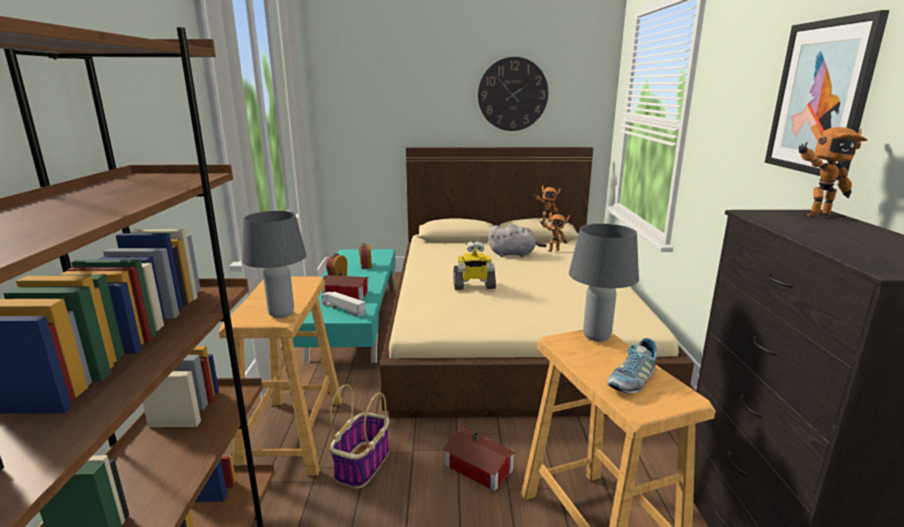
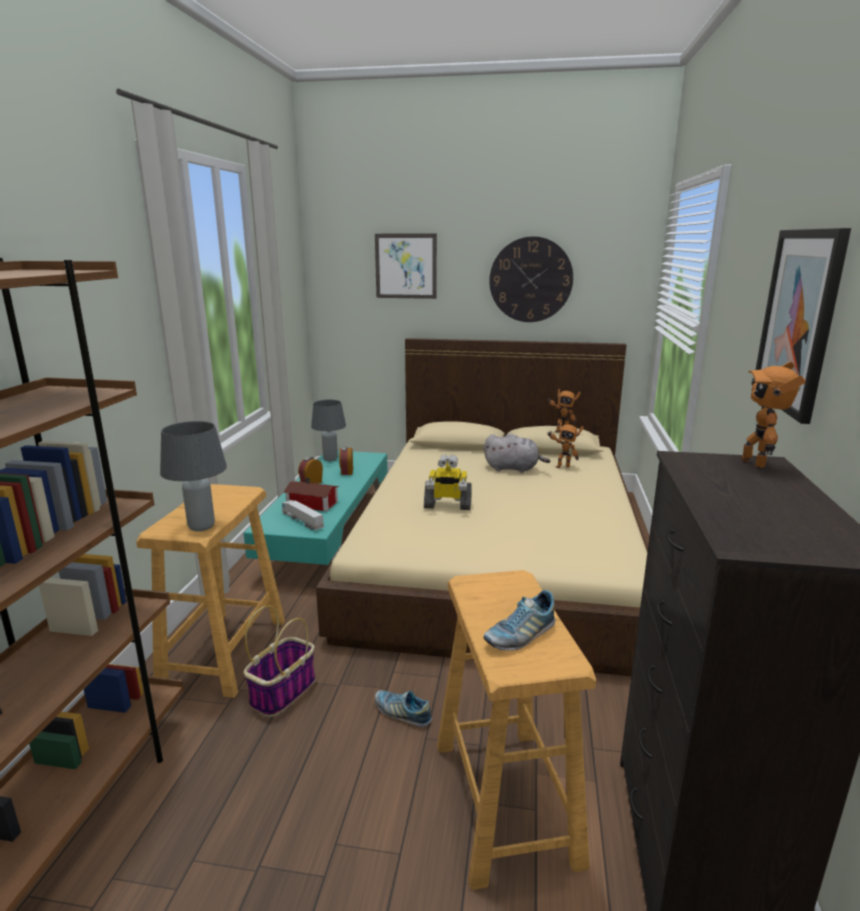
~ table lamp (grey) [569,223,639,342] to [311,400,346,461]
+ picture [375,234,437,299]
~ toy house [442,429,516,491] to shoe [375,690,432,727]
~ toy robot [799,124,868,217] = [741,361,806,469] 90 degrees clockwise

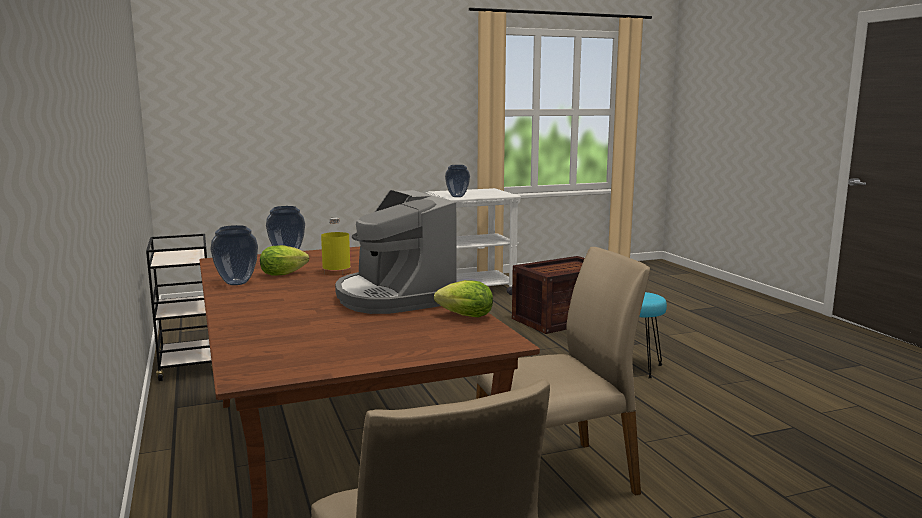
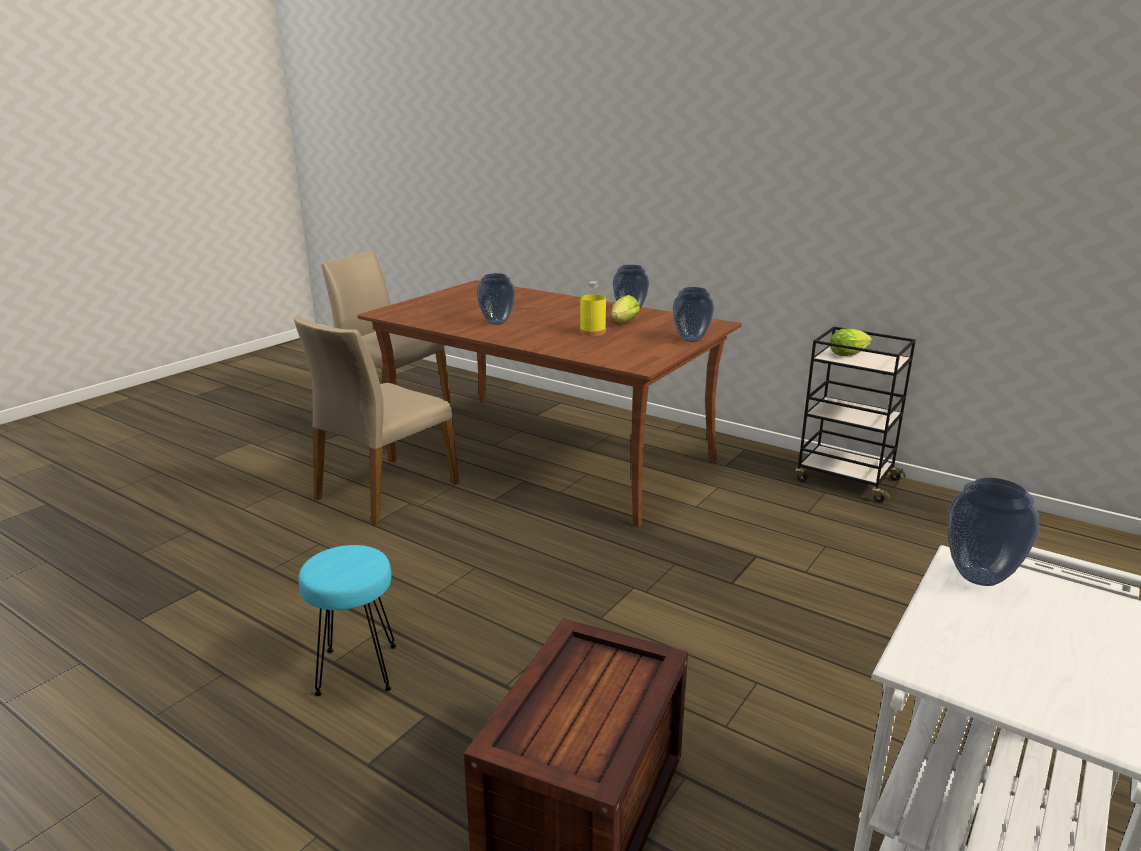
~ coffee machine [335,190,457,314] to vase [477,273,515,325]
~ lettuce [434,280,493,317] to [830,329,872,356]

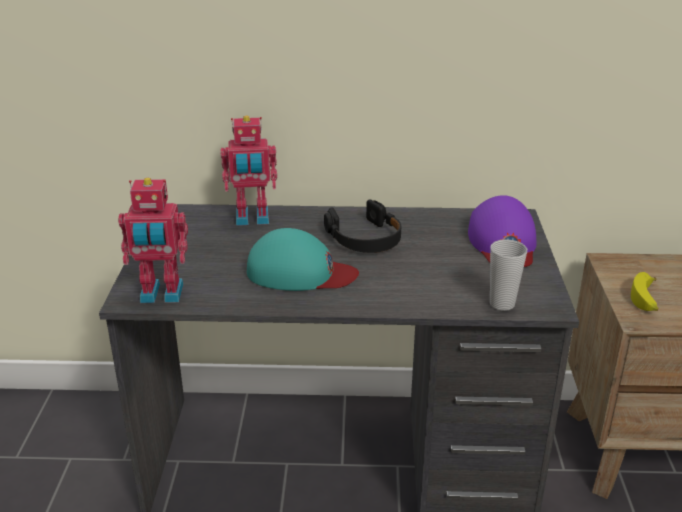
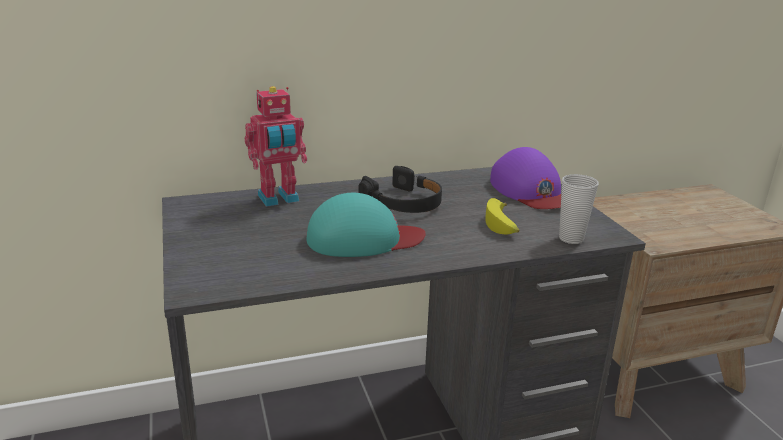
~ banana [631,272,658,311] to [485,198,519,234]
- toy robot [118,178,188,303]

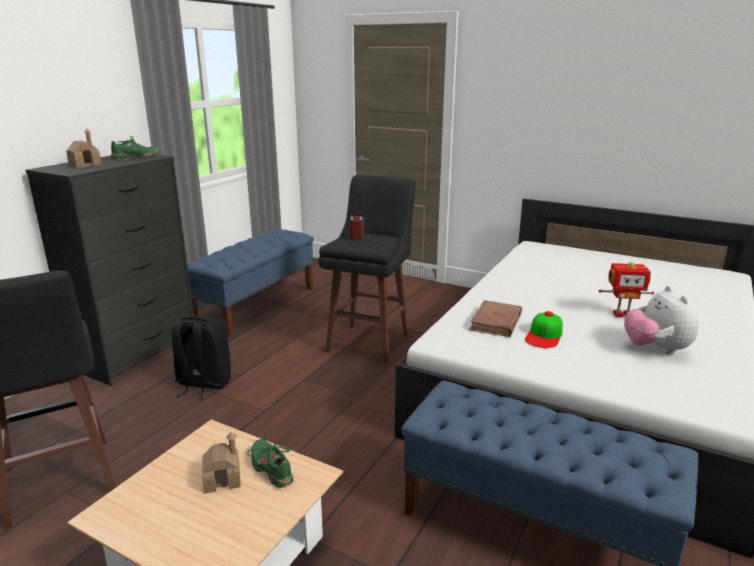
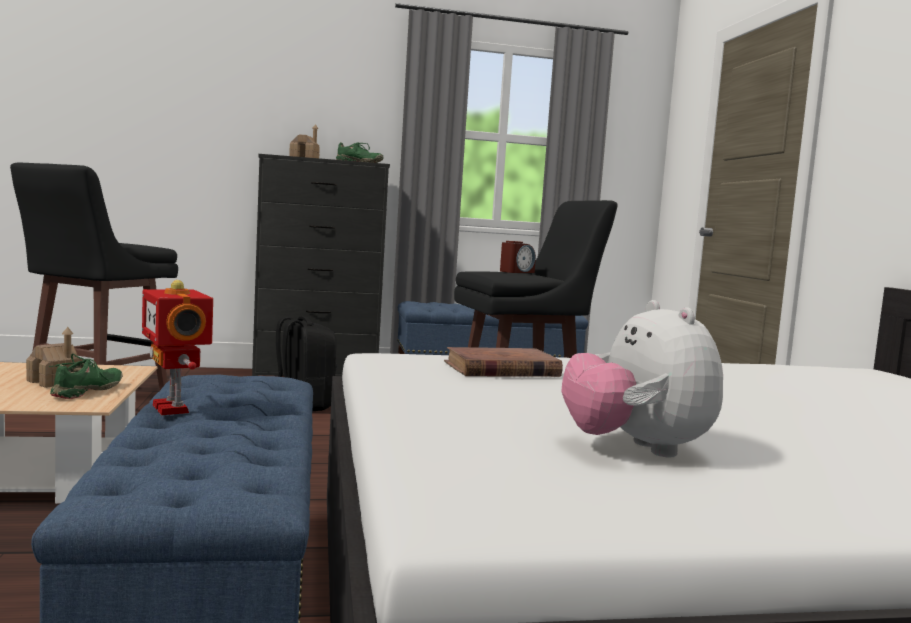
~ toy robot [599,262,654,317] to [142,280,213,415]
~ plush toy [624,286,699,354] = [561,300,723,457] 60 degrees counterclockwise
- cap [525,311,563,348]

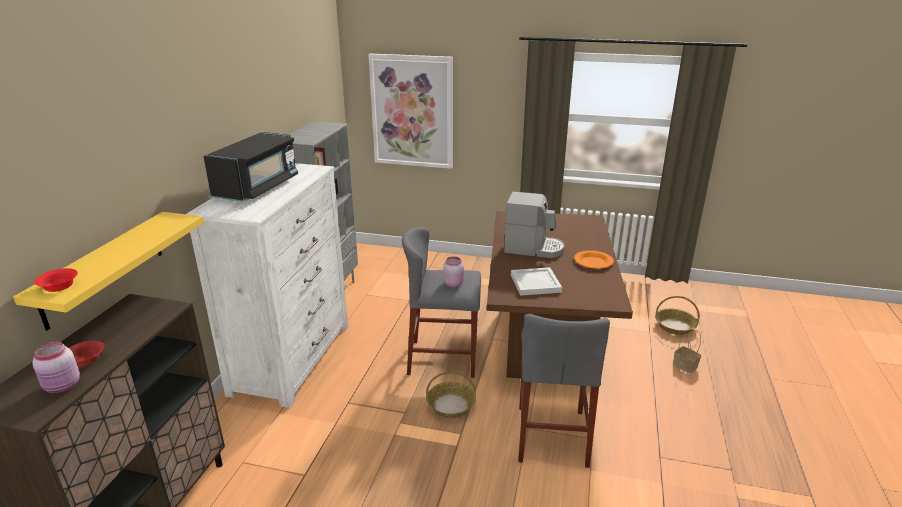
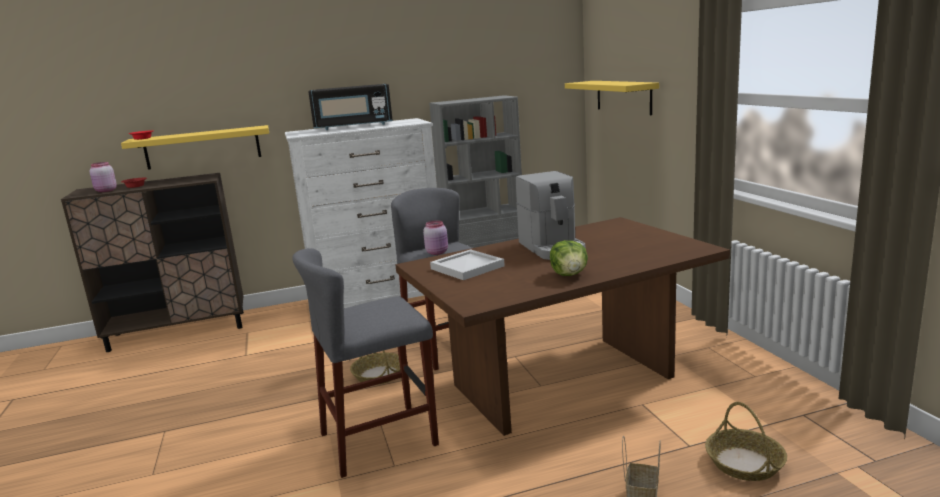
~ plate (orange) [574,250,614,269] to lettuce [550,240,588,276]
~ picture [368,53,453,169] to shelf (yellow) [565,81,659,115]

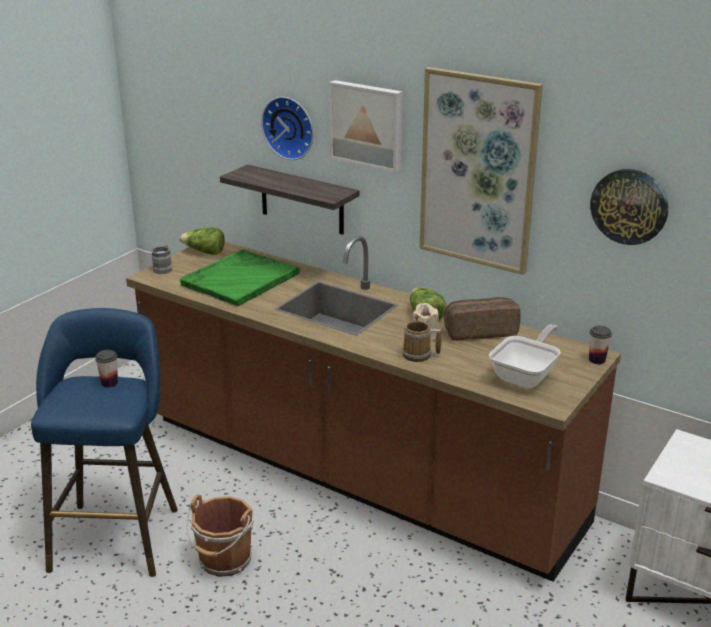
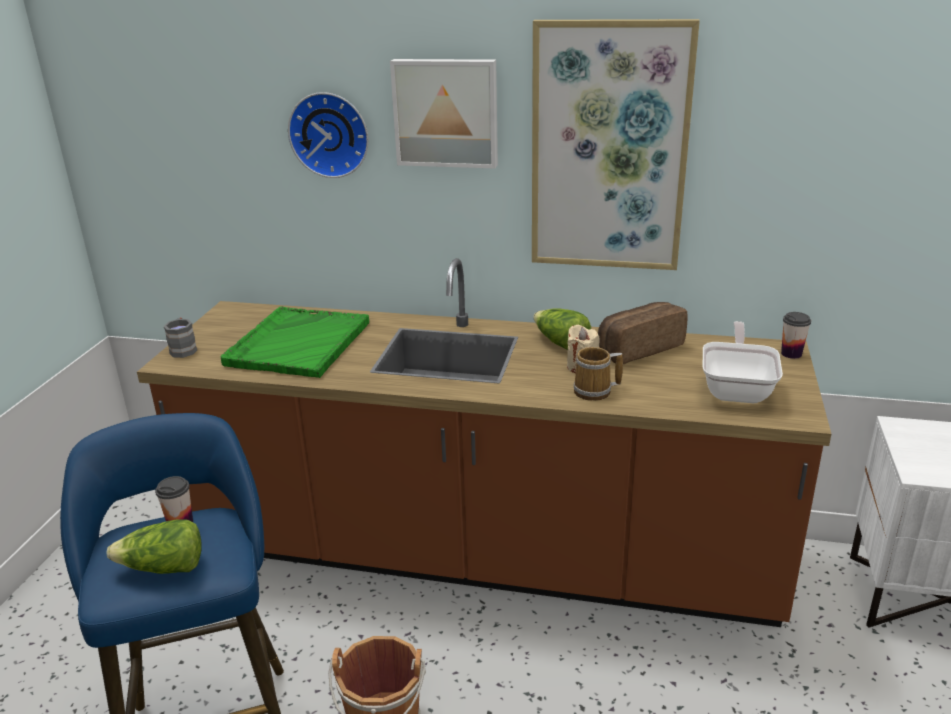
~ lettuce [179,228,225,255] to [107,519,202,574]
- shelf [220,165,360,235]
- wall clock [590,169,668,245]

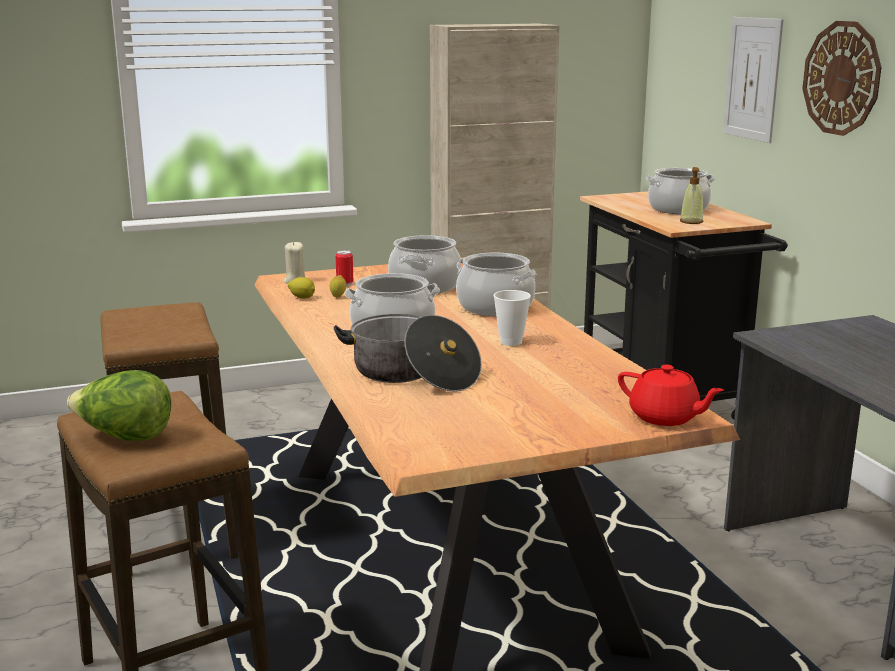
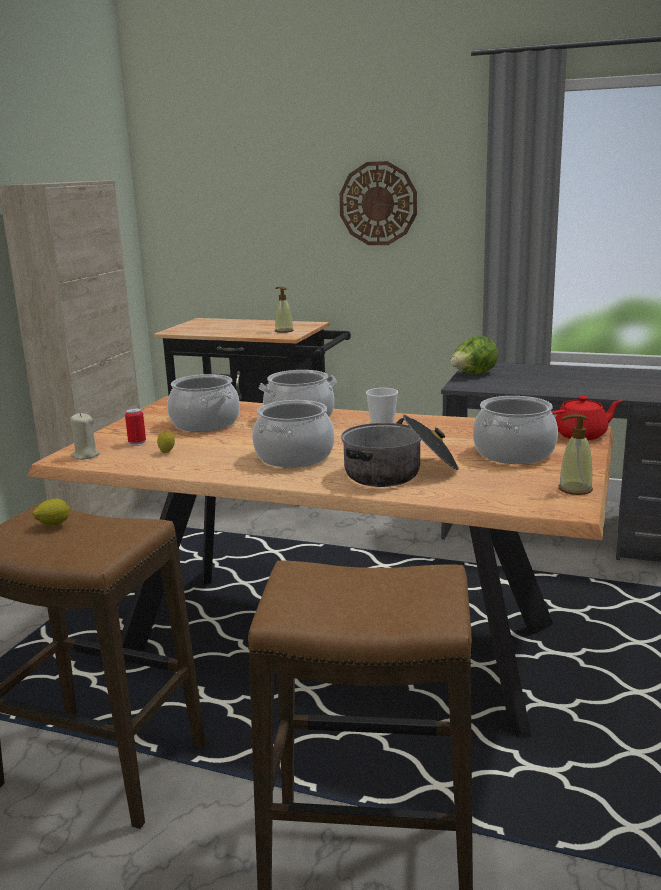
~ lemon [288,277,315,299] to [33,498,71,526]
~ lettuce [67,370,171,441] to [450,336,498,374]
~ cooking pot [646,168,715,214] to [473,396,558,464]
+ soap dispenser [559,414,593,495]
- picture [723,17,784,143]

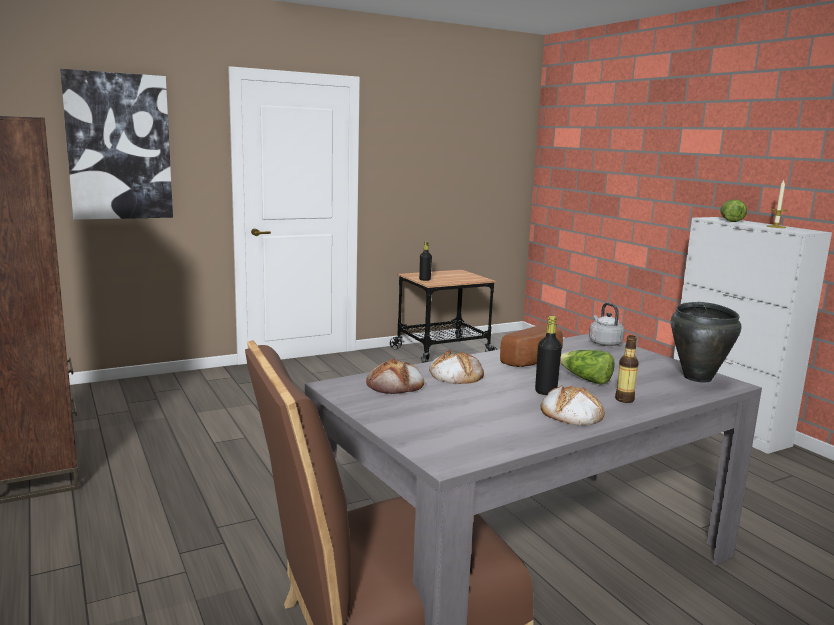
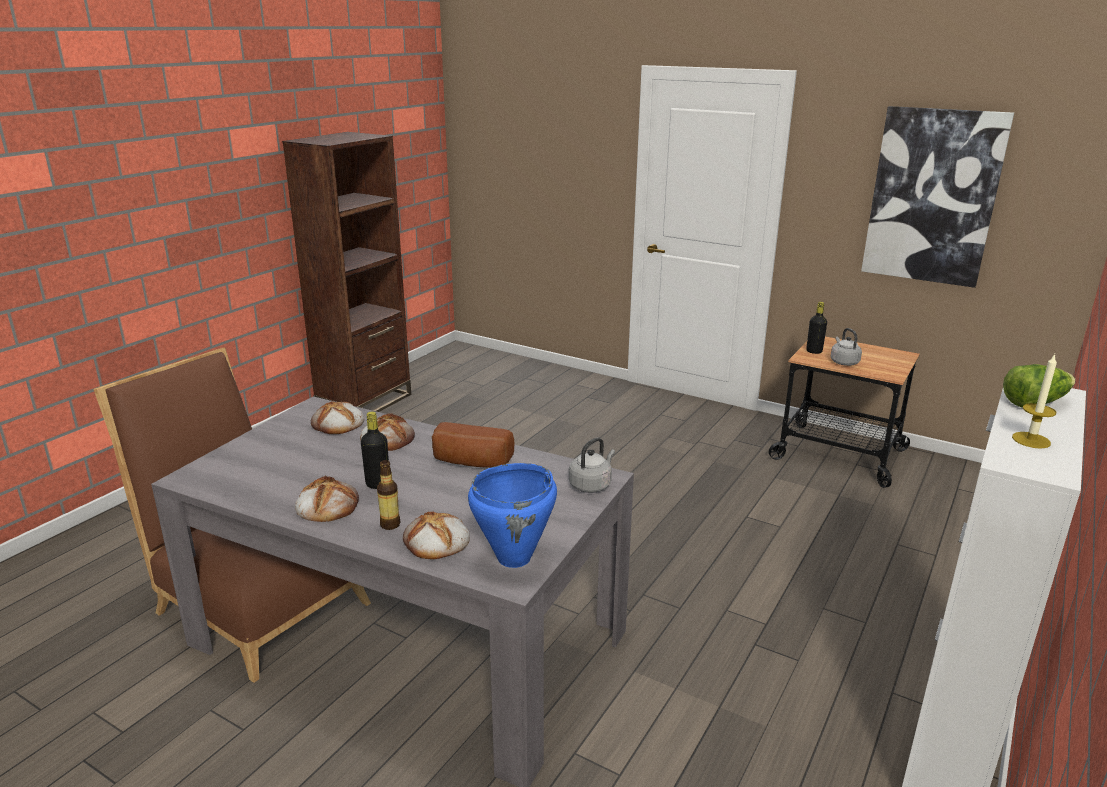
+ bread [403,511,470,560]
~ cooking pot (black) [671,302,742,382] to cooking pot (blue) [468,463,557,568]
+ kettle (grey) [831,328,862,366]
~ picture [60,69,173,220] to [861,106,1014,288]
- lettuce [560,350,615,385]

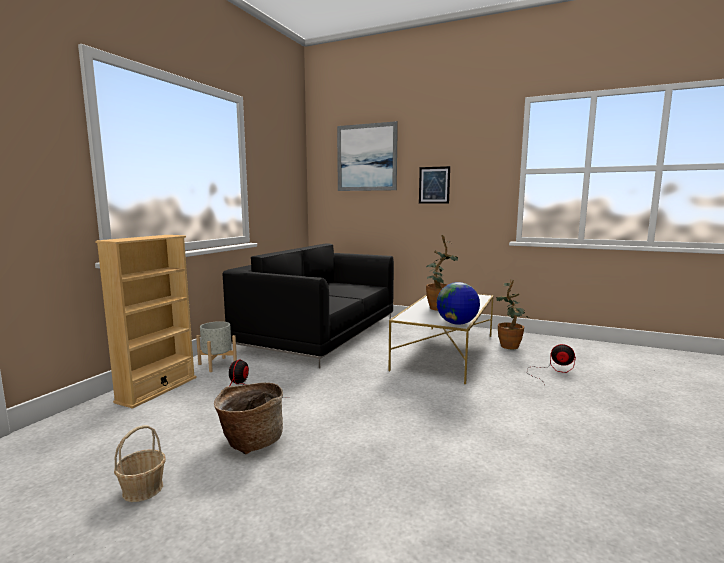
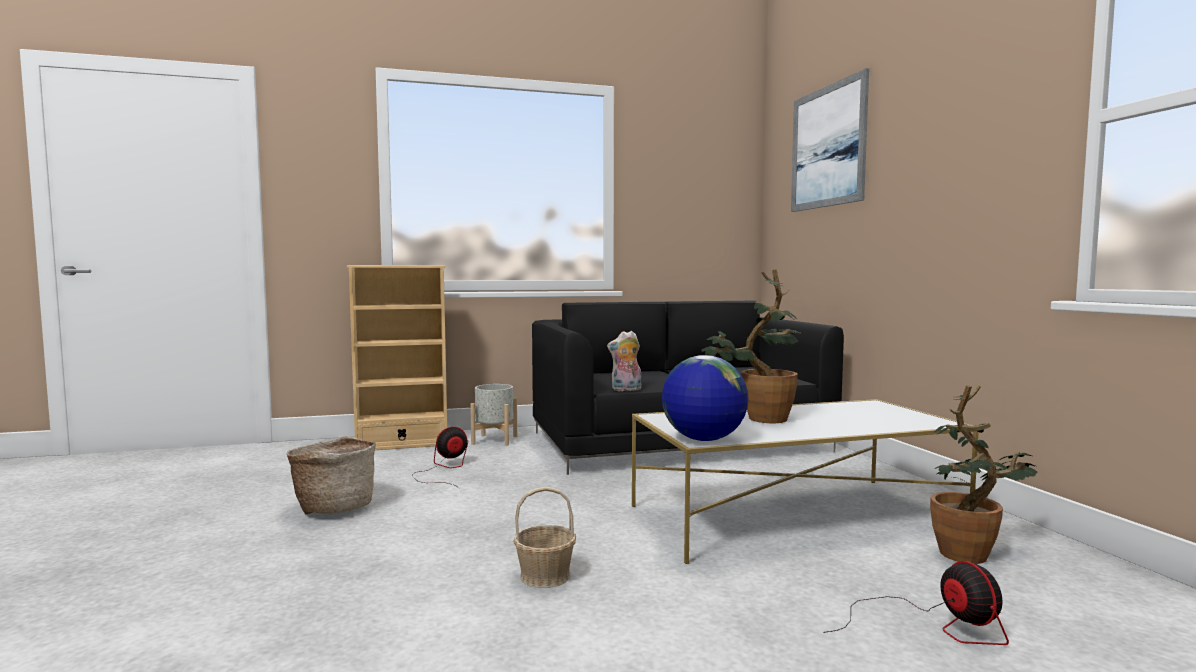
~ basket [114,425,166,502] to [514,487,576,588]
+ plush toy [607,331,641,391]
- picture [419,166,450,204]

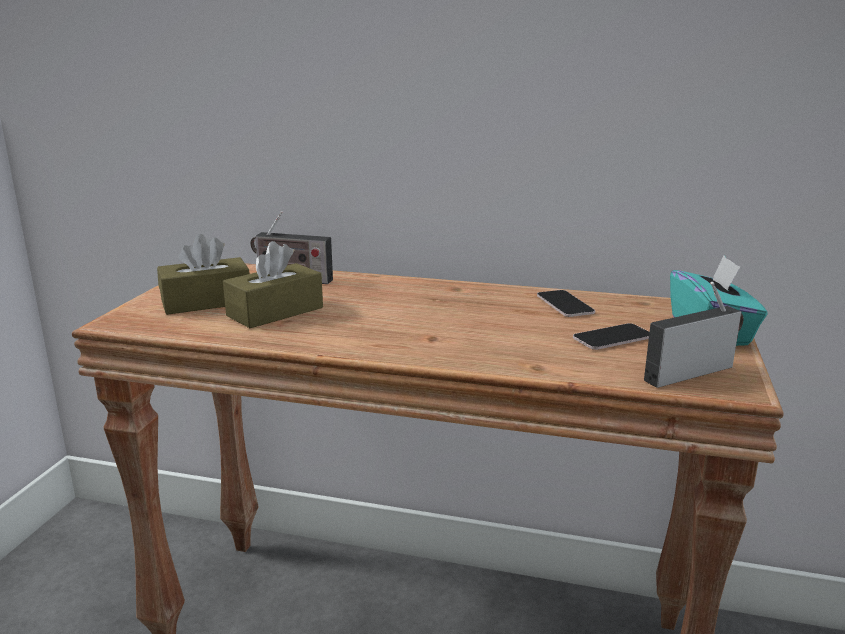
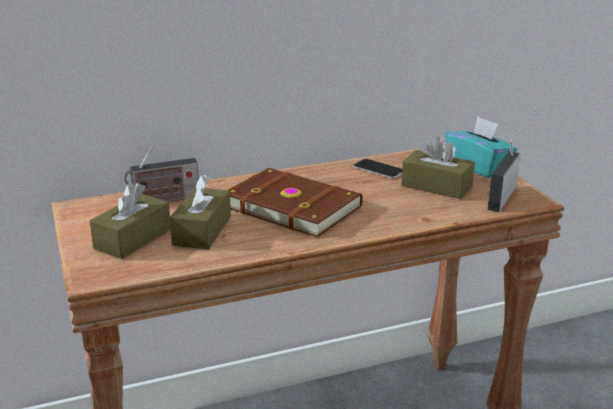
+ book (brown) [228,168,363,237]
~ phone [573,323,649,350] to tissue box (brown) [401,136,475,199]

